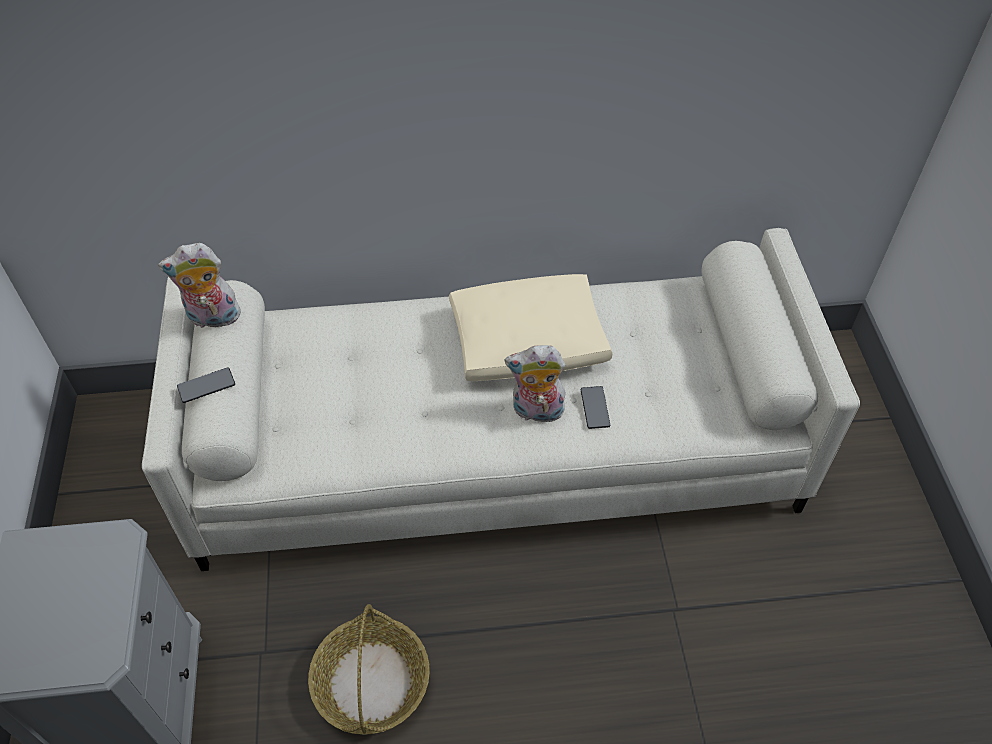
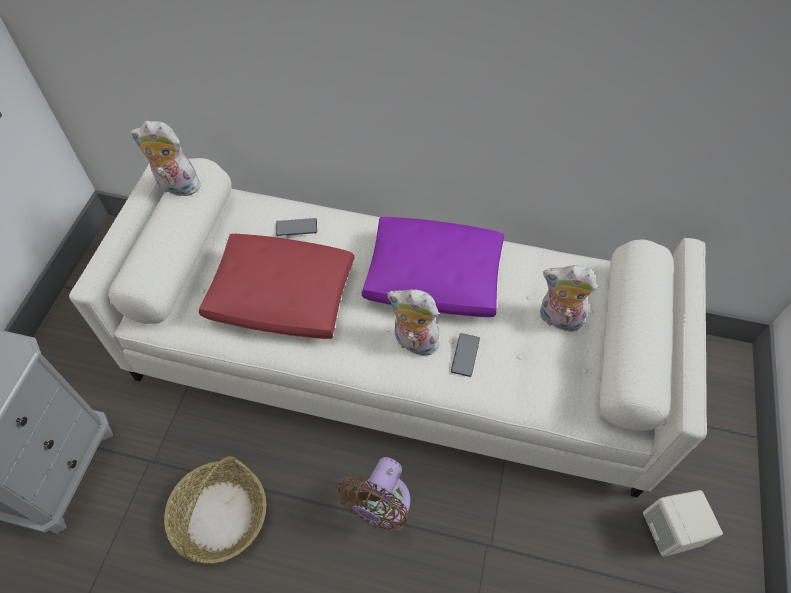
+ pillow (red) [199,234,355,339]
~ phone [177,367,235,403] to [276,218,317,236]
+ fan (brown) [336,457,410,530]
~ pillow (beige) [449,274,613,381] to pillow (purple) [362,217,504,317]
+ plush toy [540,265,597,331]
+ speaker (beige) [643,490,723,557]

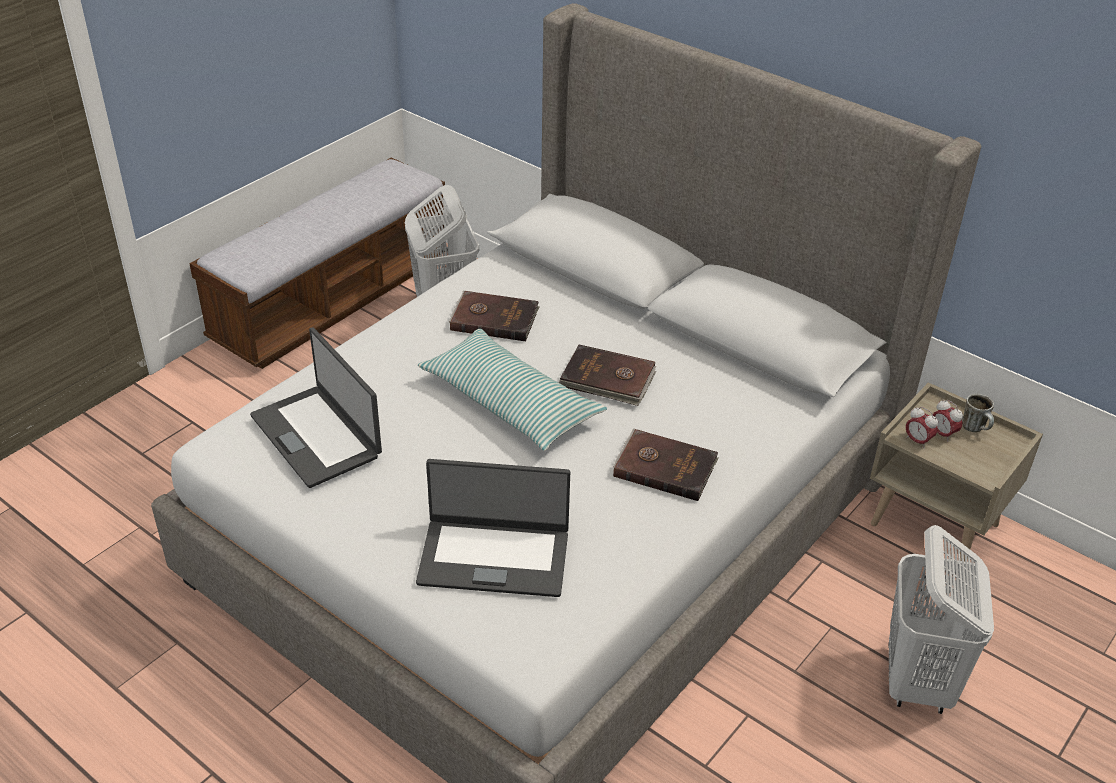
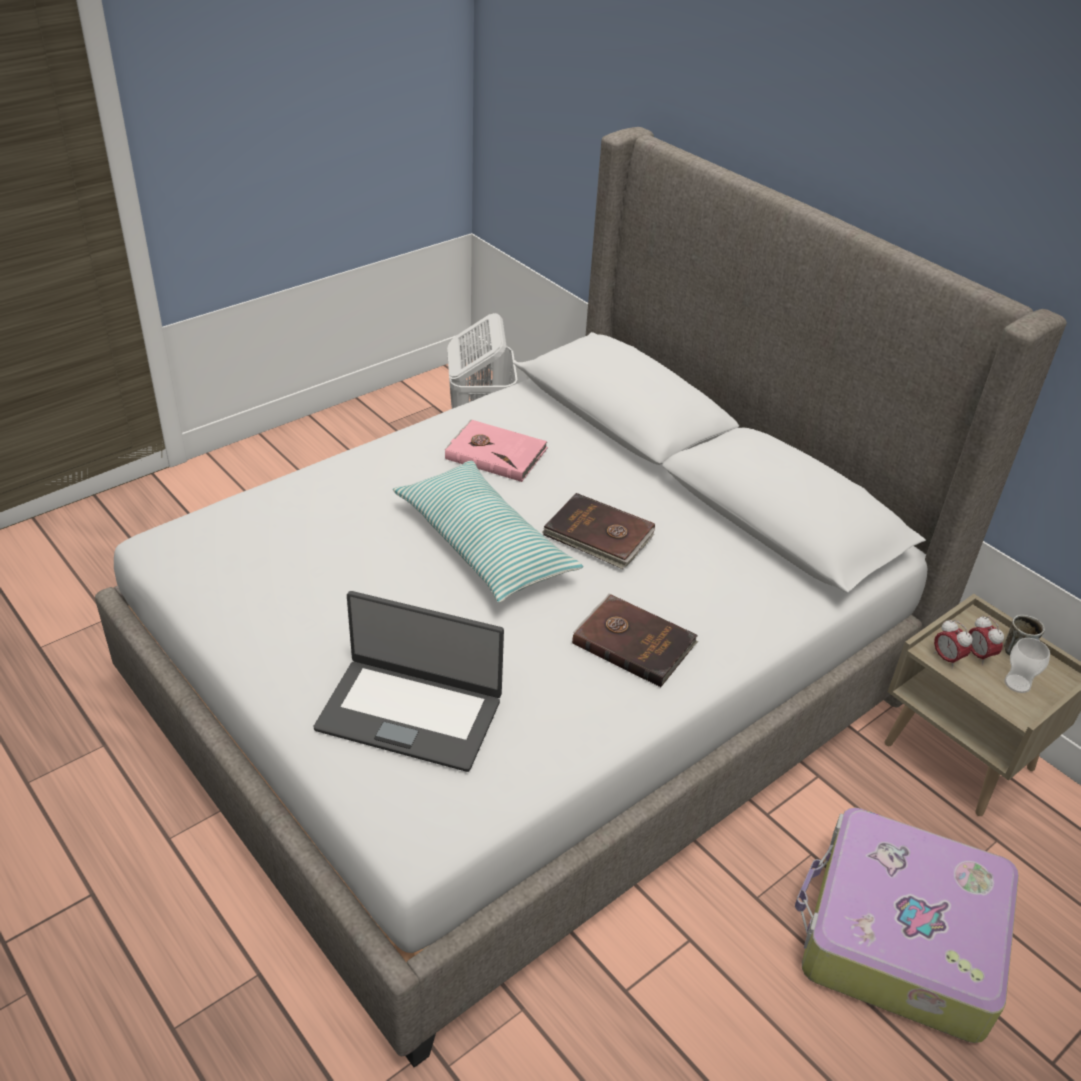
~ book (brown) [449,291,540,341] to book (pink) [445,419,548,482]
~ laundry basket (white) [889,525,994,714] to suitcase [795,808,1019,1043]
+ cup [1004,638,1050,693]
- bench [189,157,448,369]
- laptop [250,327,382,488]

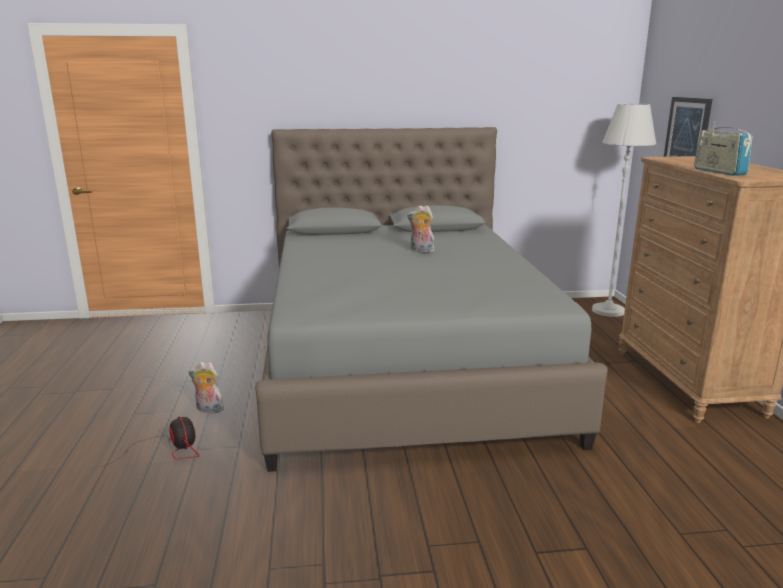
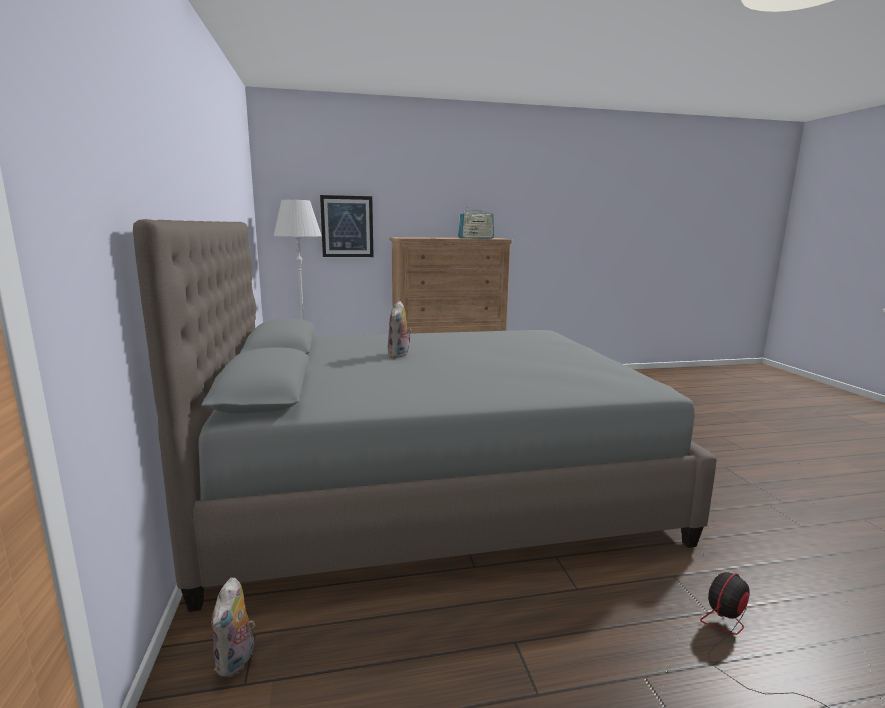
~ plush toy [189,362,224,414] to [211,578,255,677]

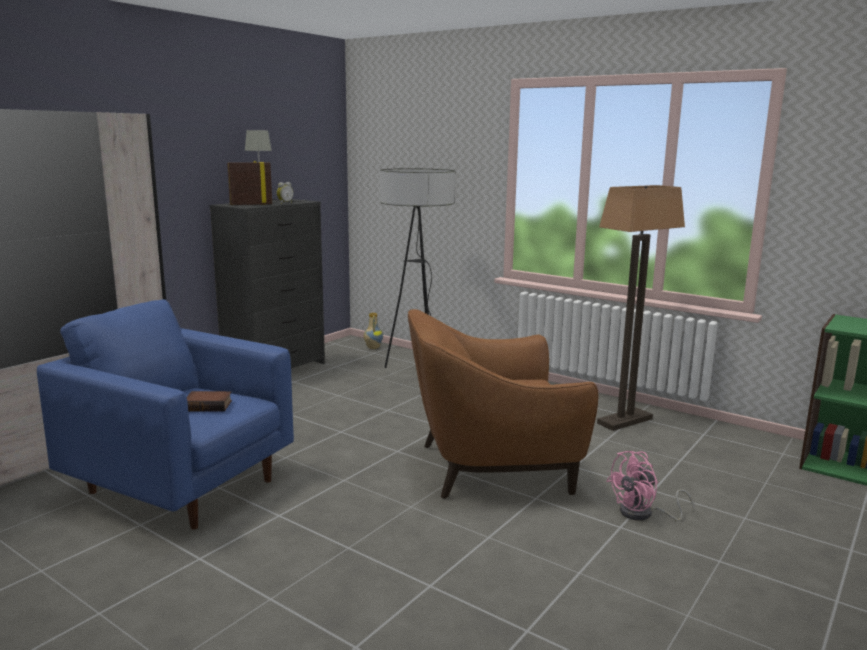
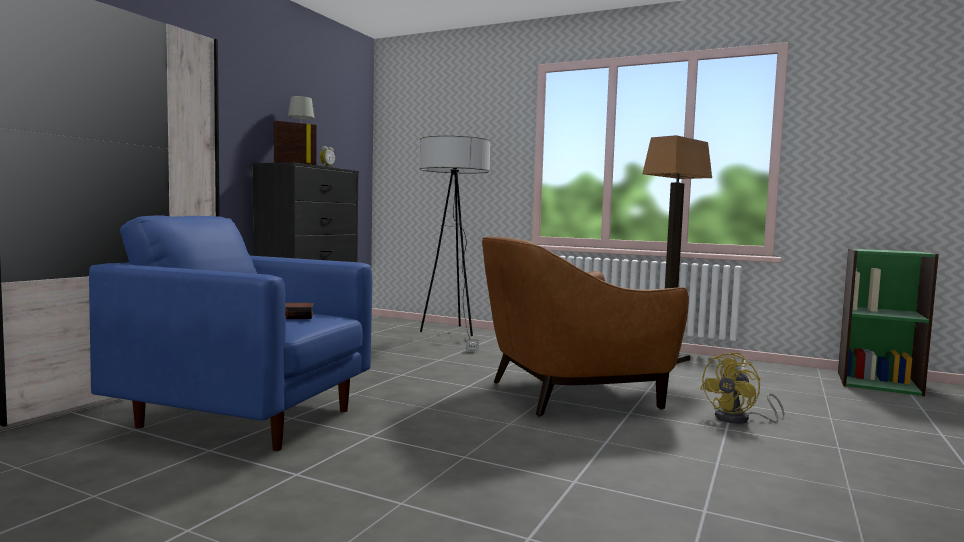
~ fan (pink) [606,451,695,521] to fan (yellow) [700,352,785,424]
- vase [364,313,383,349]

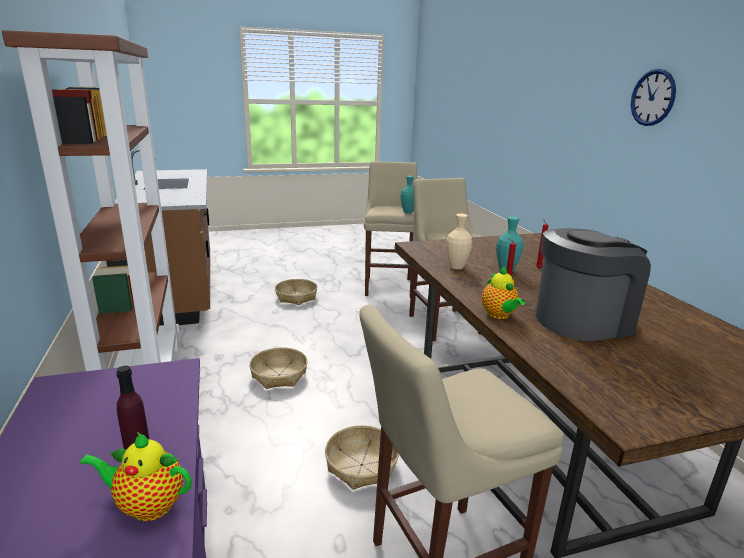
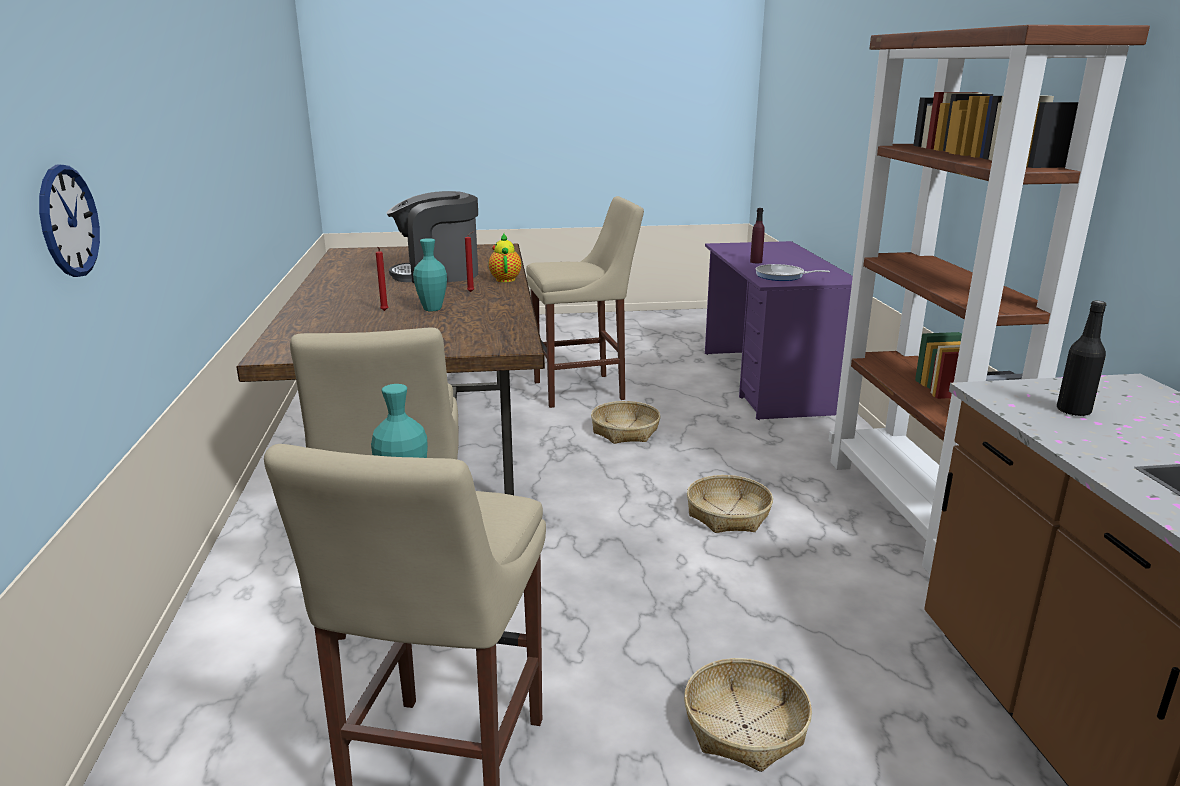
~ wall clock [631,69,676,126] to [39,165,100,277]
+ frying pan [755,264,830,281]
+ bottle (black) [1057,301,1106,417]
- teapot [79,432,191,521]
- vase (beige) [446,214,472,270]

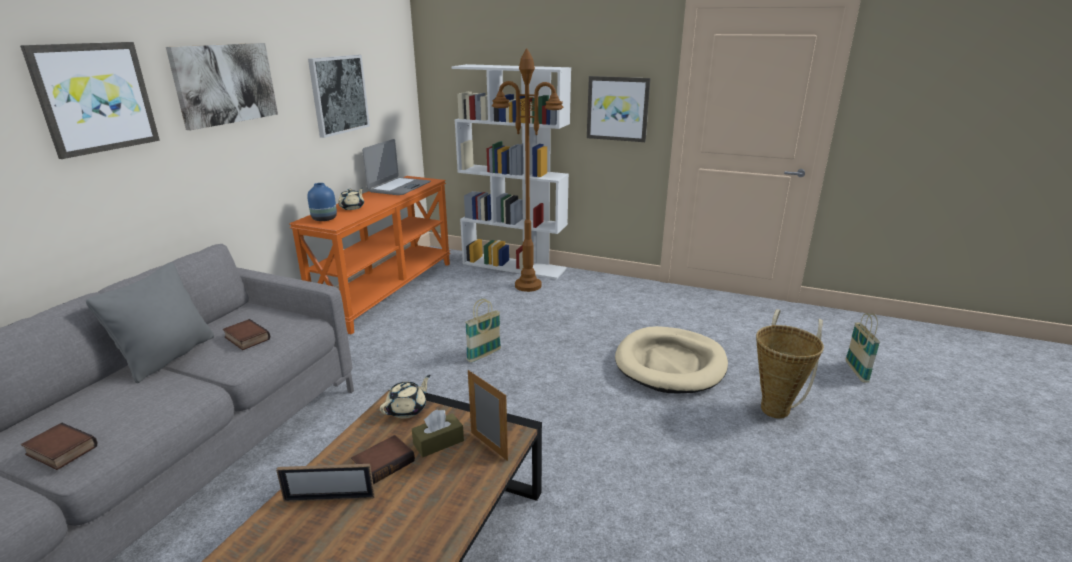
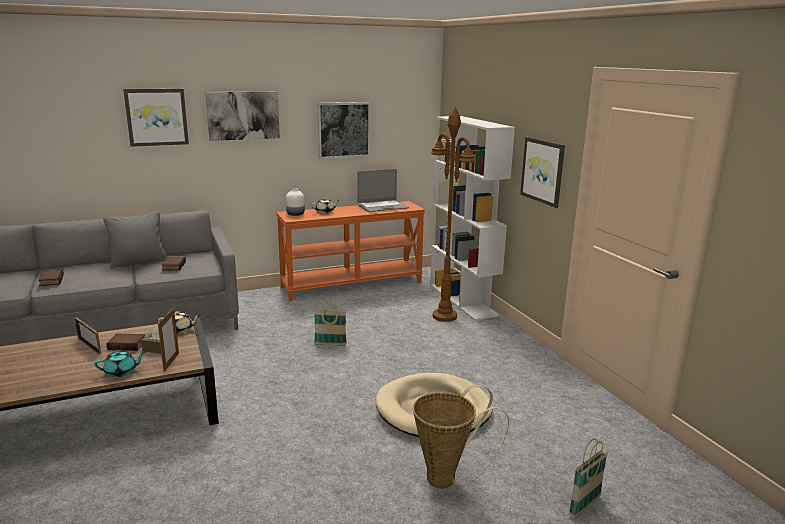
+ teapot (turquoise) [94,351,146,377]
~ vase (blue) [307,183,337,221] to vase (white) [286,188,305,216]

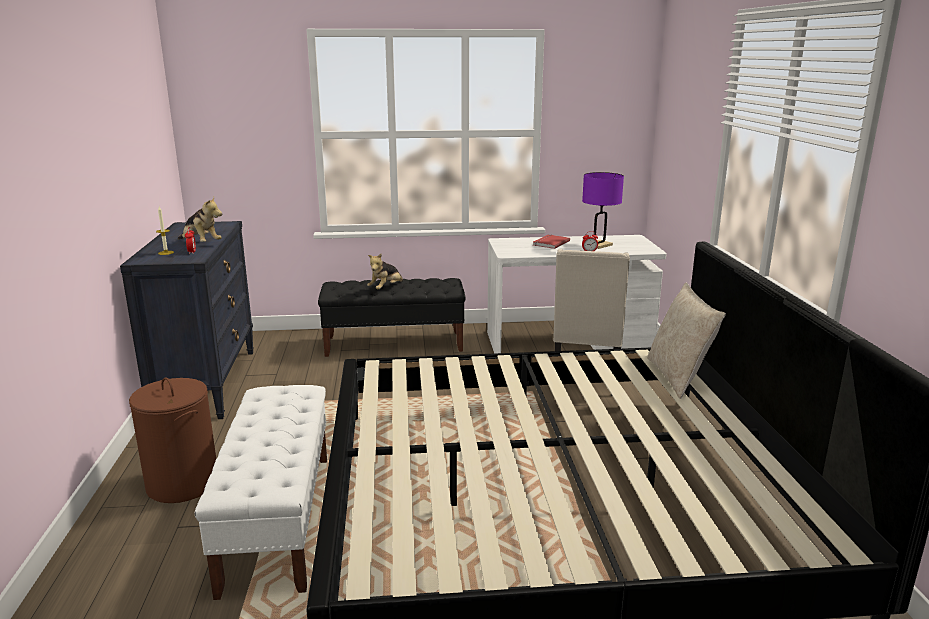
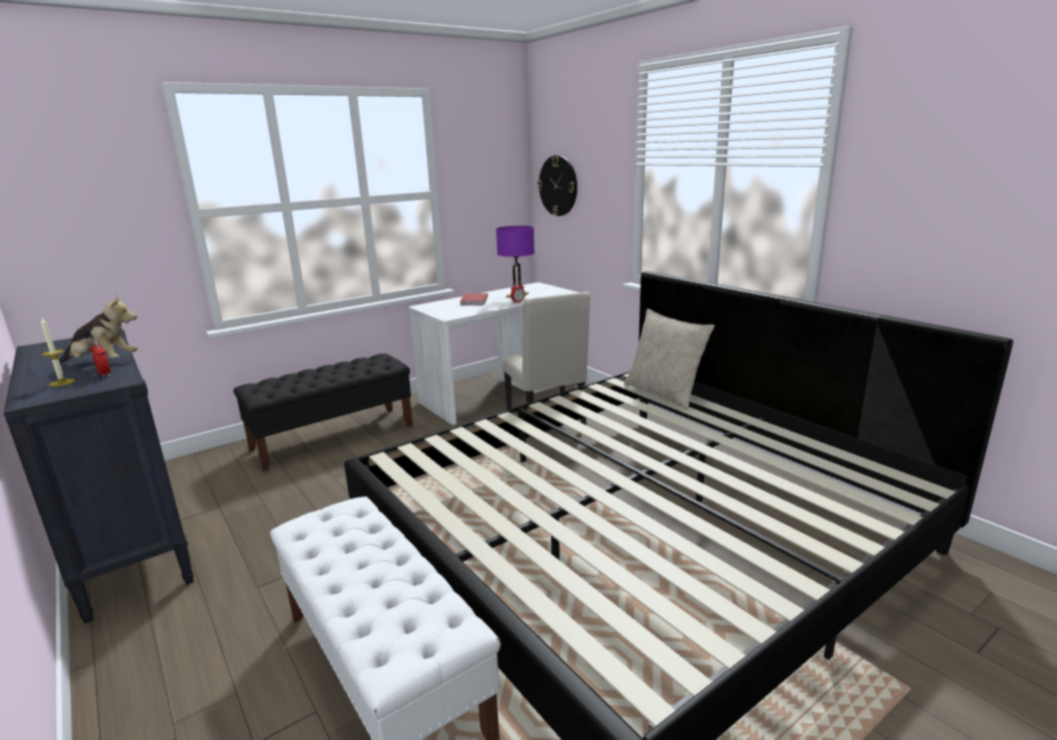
+ wall clock [538,155,577,216]
- laundry basket (brown) [129,377,216,503]
- plush toy [367,254,403,289]

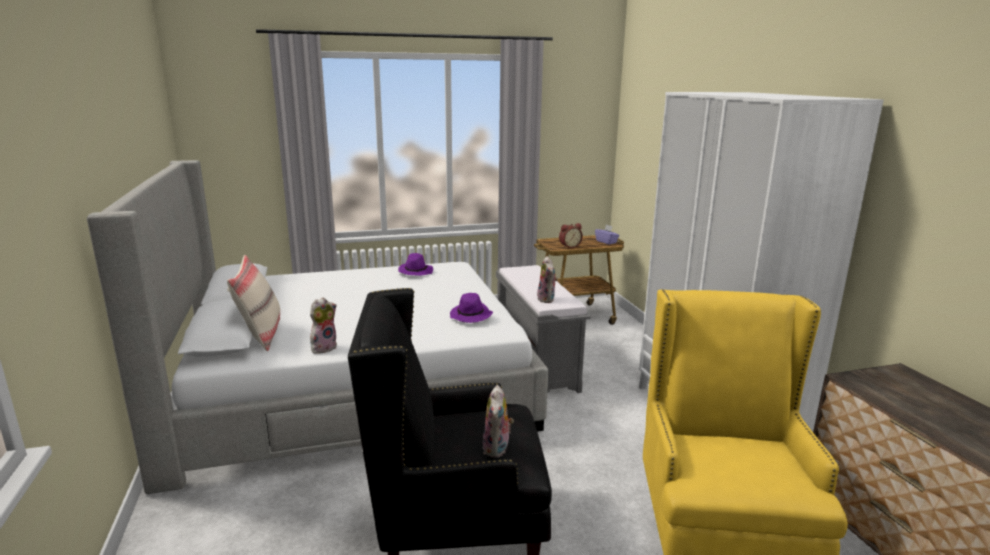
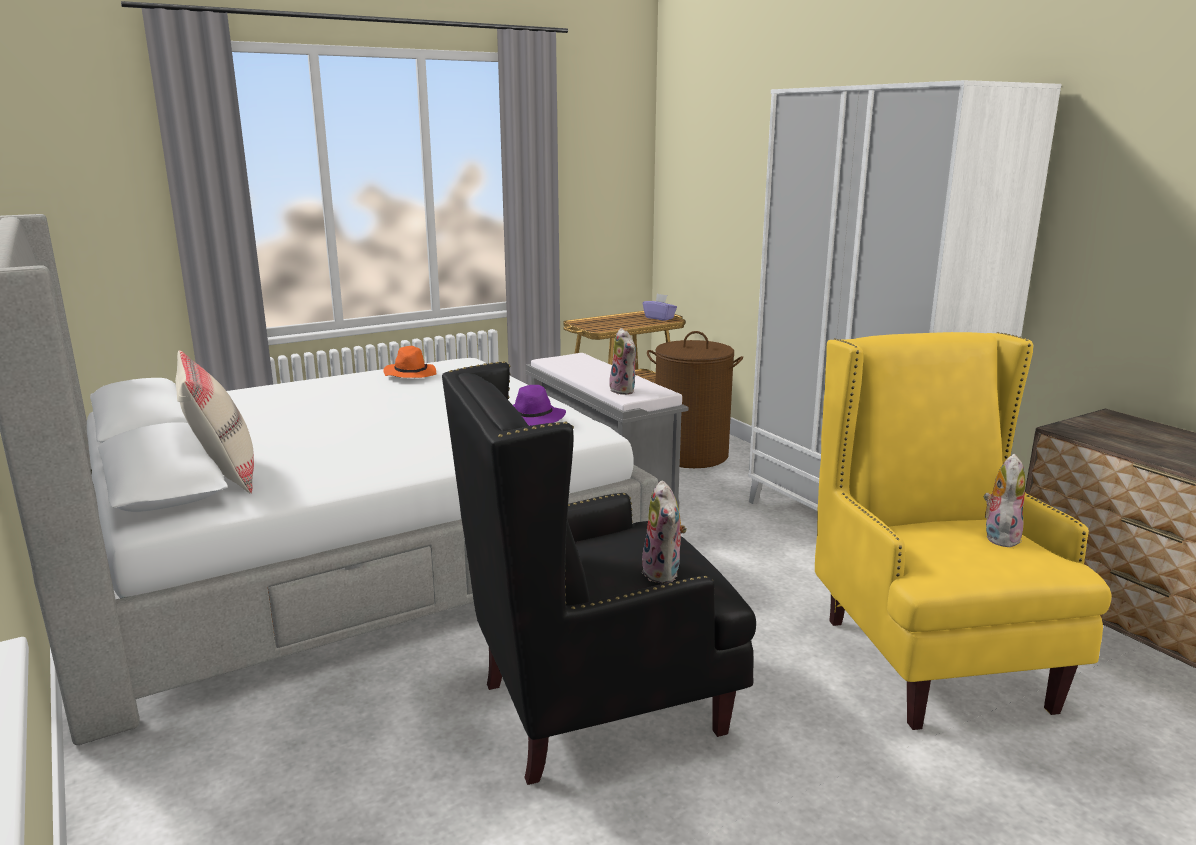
~ hat (purple) [398,253,433,276] to hat (orange) [383,346,436,378]
+ laundry basket (brown) [647,331,743,468]
~ plush toy [310,298,337,354] to [984,454,1025,547]
- alarm clock [559,223,583,248]

